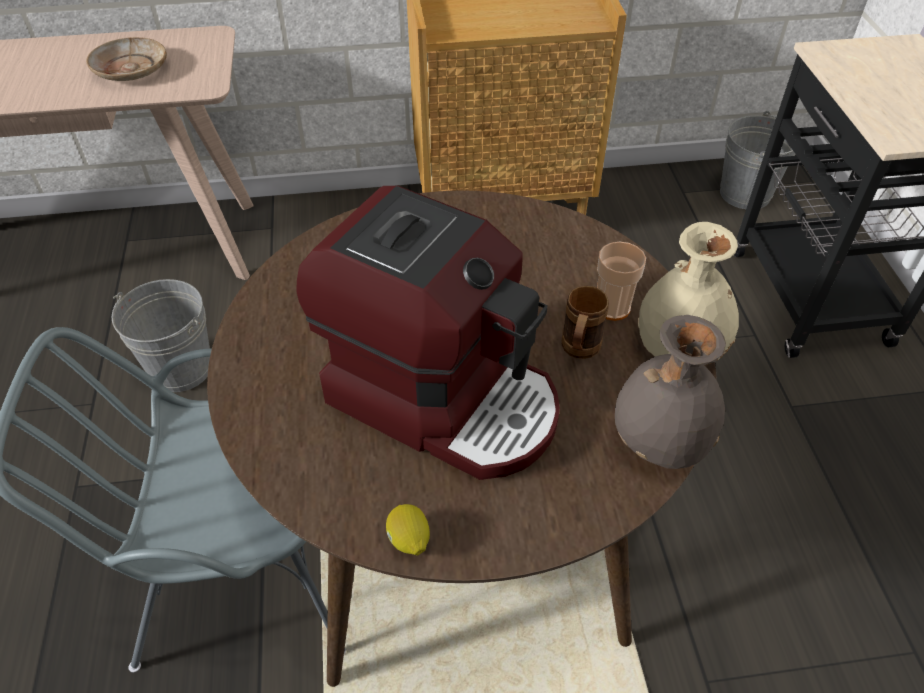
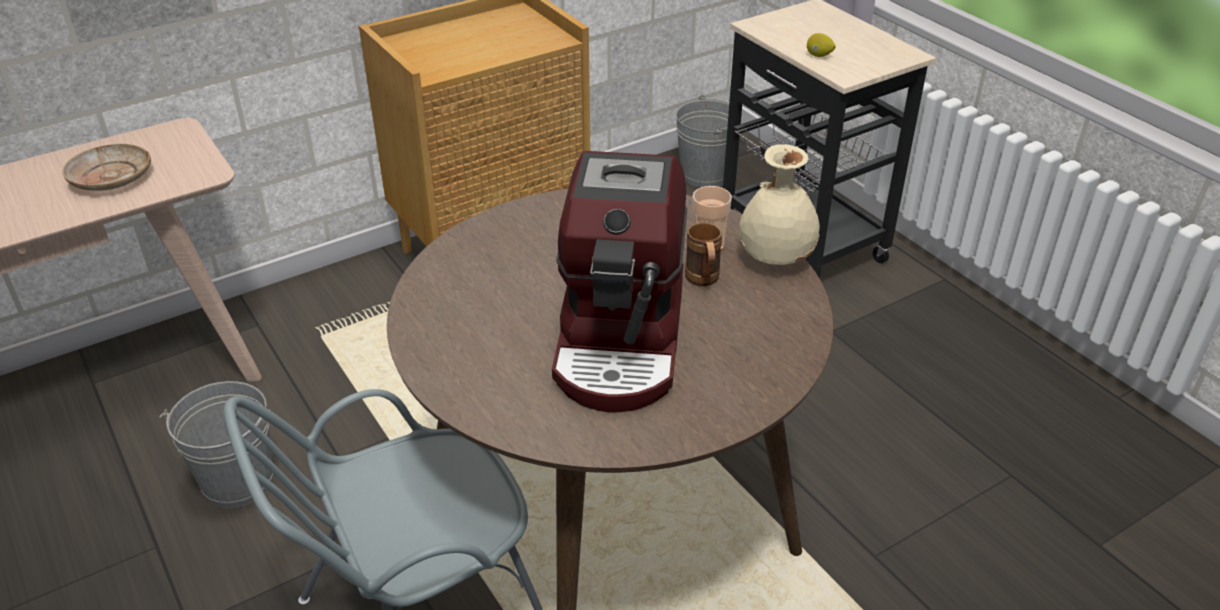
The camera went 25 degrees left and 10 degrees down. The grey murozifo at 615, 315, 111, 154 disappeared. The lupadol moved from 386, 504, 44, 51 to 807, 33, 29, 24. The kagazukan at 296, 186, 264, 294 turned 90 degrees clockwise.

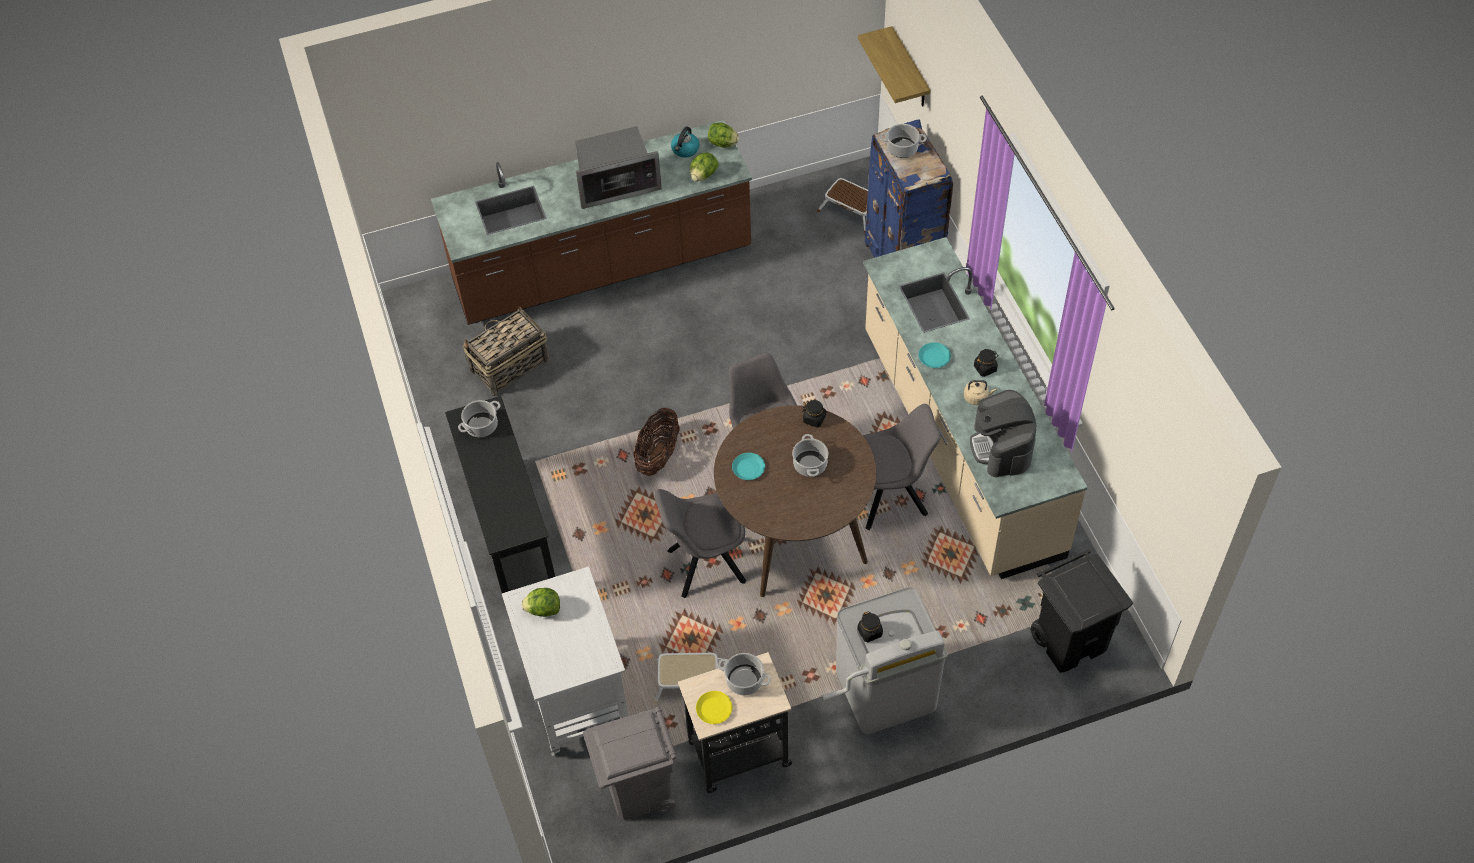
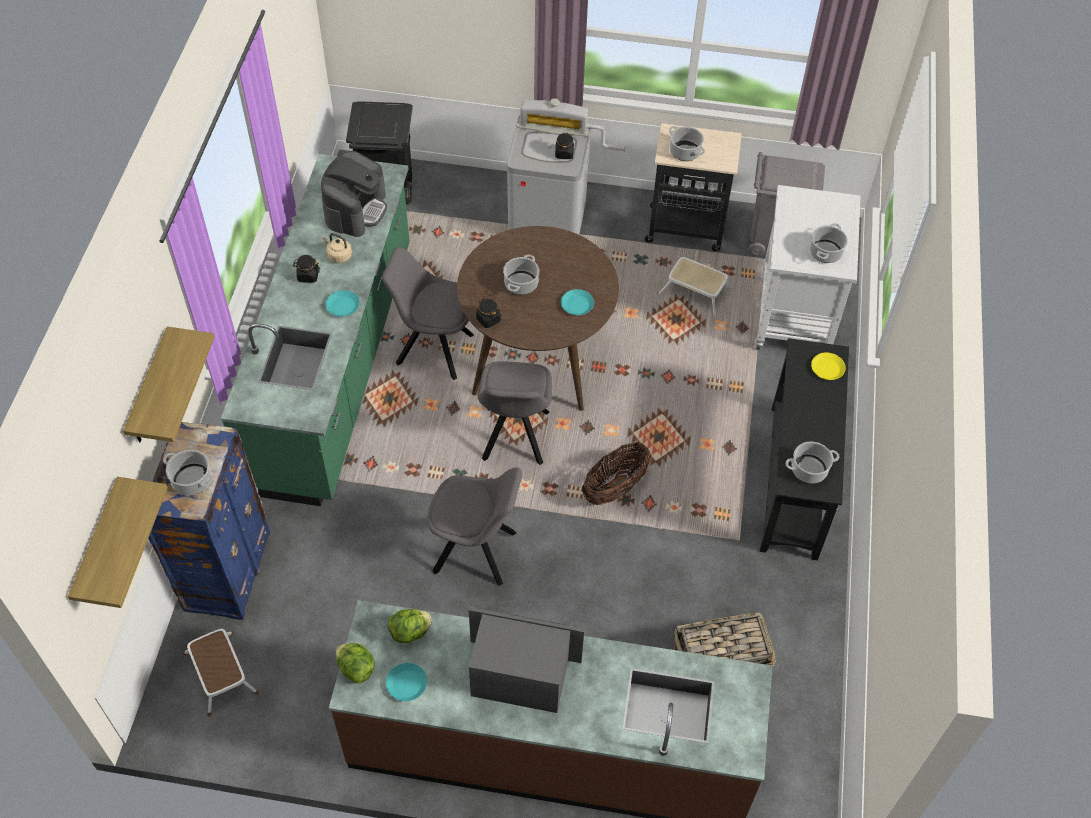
The camera went 155 degrees left and 0 degrees up. The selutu at 123, 327, 92, 115 appeared. The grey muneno moved from 654, 489, 92, 109 to 427, 467, 95, 119. The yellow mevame moved from 696, 691, 36, 33 to 811, 353, 35, 27. The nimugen at 521, 588, 39, 29 was replaced by the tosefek at 810, 223, 38, 40. The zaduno at 671, 127, 28, 31 was replaced by the turquoise mevame at 386, 663, 41, 38. The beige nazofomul at 863, 237, 225, 342 became the green nazofomul at 221, 154, 189, 352.

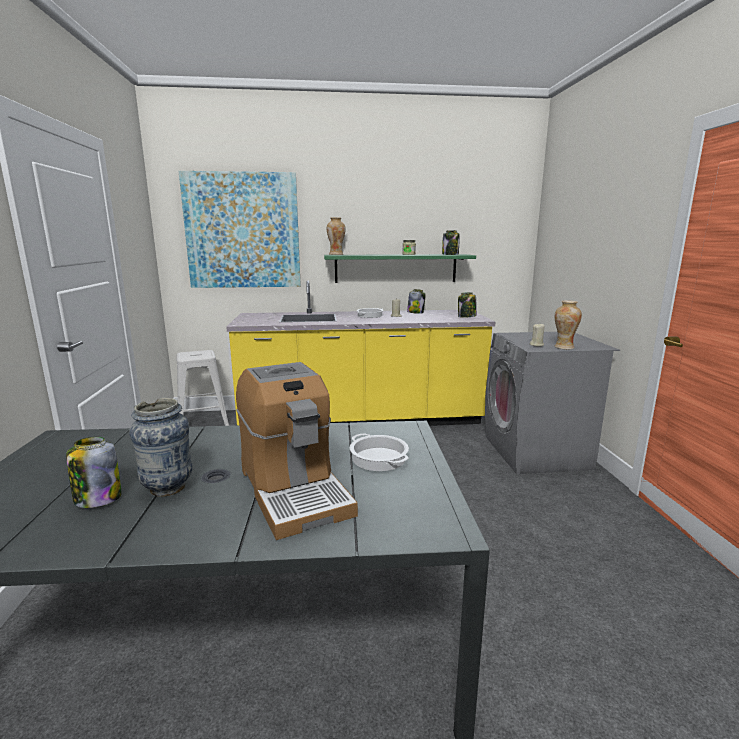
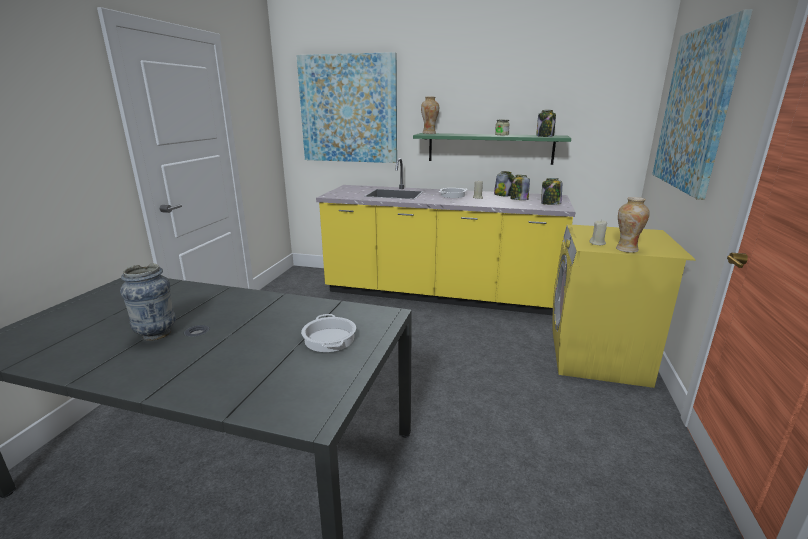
The camera went 20 degrees right and 5 degrees up. The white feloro at 177, 350, 52, 76 disappeared. The kagazukan at 236, 362, 122, 178 disappeared. The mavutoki at 652, 9, 101, 191 appeared. The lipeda moved from 66, 437, 56, 71 to 510, 175, 20, 25. The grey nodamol at 485, 332, 135, 142 became the yellow nodamol at 552, 224, 144, 164.

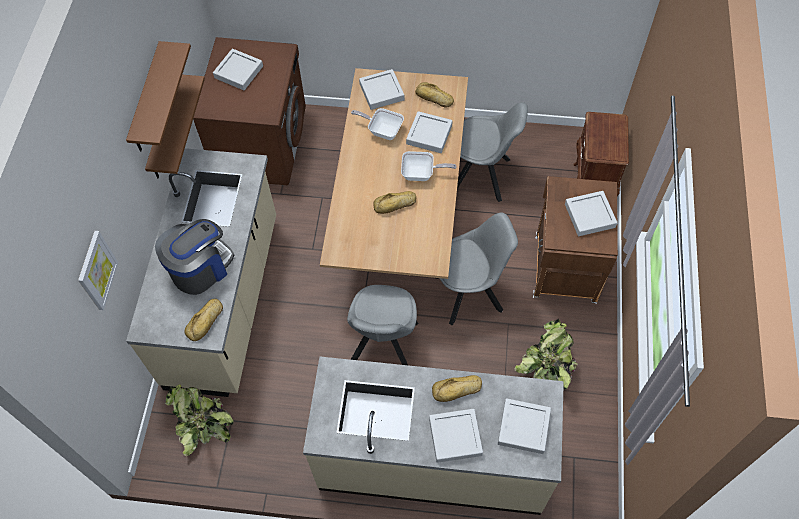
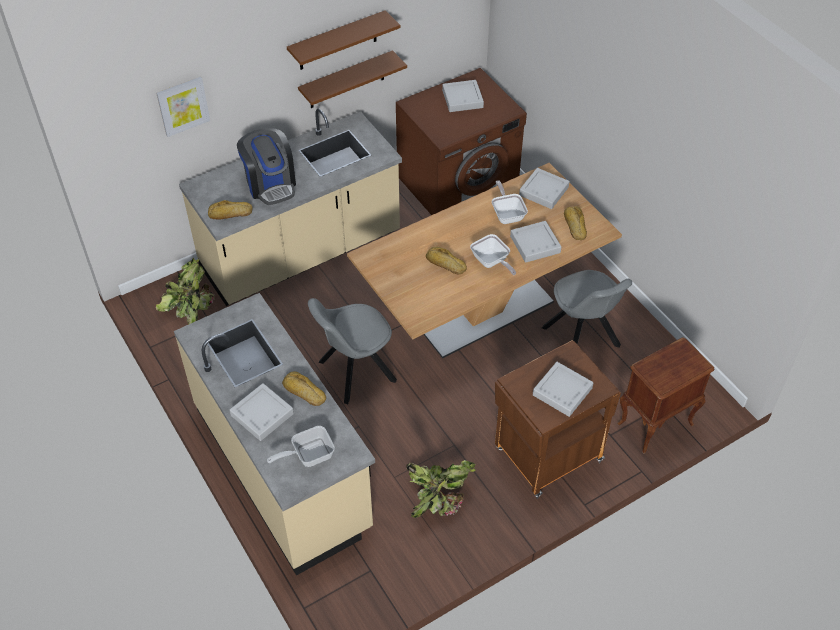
The camera went 50 degrees right and 10 degrees down. The grey muneno at 436, 212, 82, 114 disappeared. The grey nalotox at 498, 398, 53, 56 was replaced by the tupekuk at 267, 426, 68, 41. The kagazukan at 155, 219, 79, 76 turned 60 degrees clockwise.

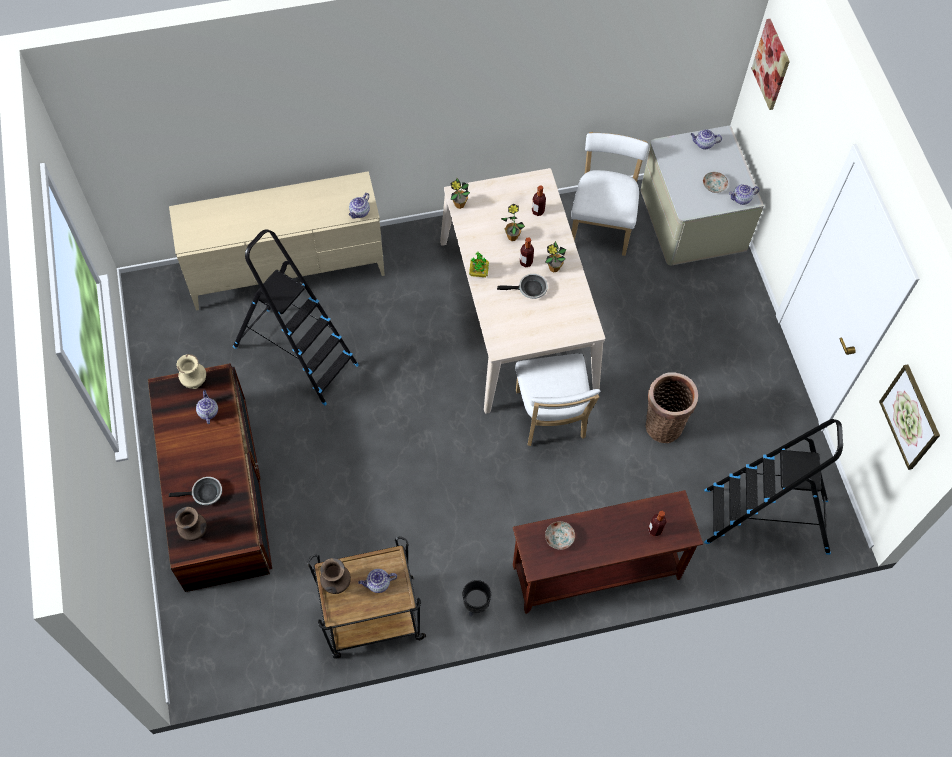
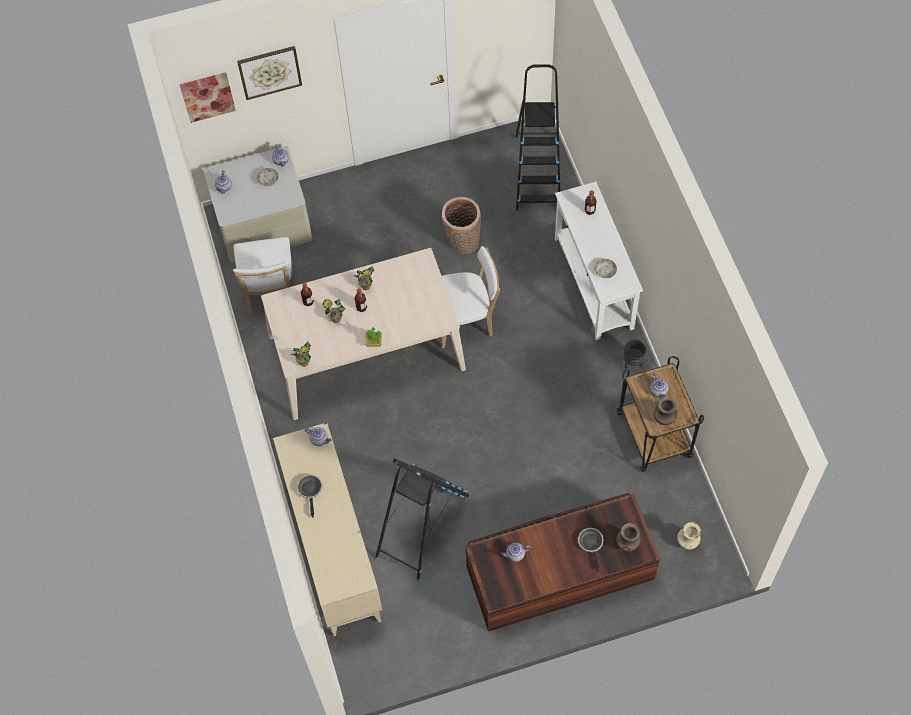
The camera went 90 degrees left and 0 degrees up. The beige murozifo moved from 177, 354, 29, 35 to 677, 522, 24, 28. The tupekuk moved from 497, 274, 51, 25 to 297, 474, 26, 44. The mavutoki moved from 879, 364, 61, 106 to 237, 46, 65, 54. The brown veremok at 513, 490, 190, 124 became the white veremok at 555, 182, 88, 158. The white muneno at 571, 132, 78, 124 turned 105 degrees counterclockwise.

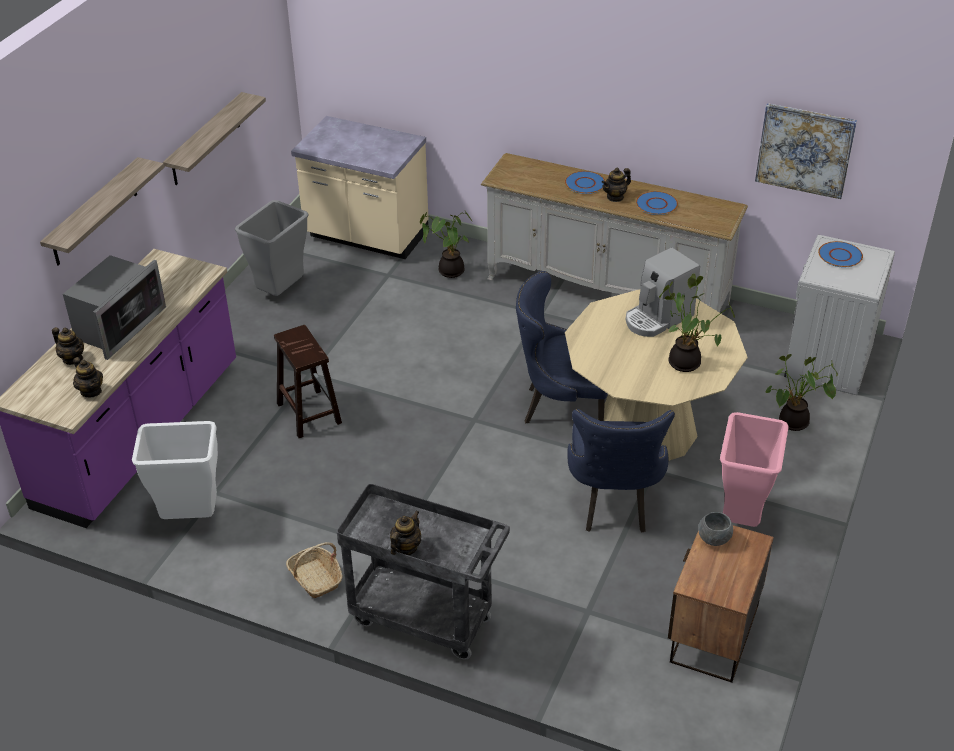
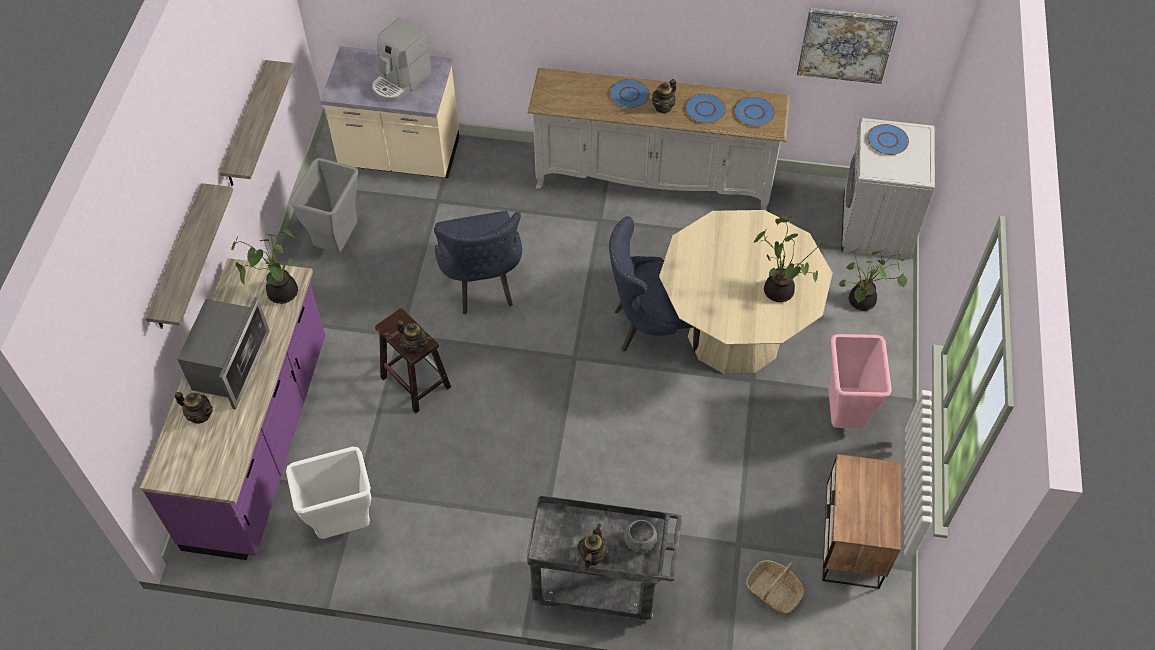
The camera went 15 degrees left and 15 degrees up. The blue mevame at 734, 96, 41, 31 appeared. The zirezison moved from 73, 357, 30, 40 to 397, 320, 31, 33. The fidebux moved from 286, 542, 57, 56 to 746, 560, 58, 54. The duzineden moved from 420, 208, 52, 70 to 231, 226, 67, 78. The blue muneno moved from 568, 409, 107, 124 to 434, 211, 88, 103. The kagazukan moved from 626, 247, 74, 90 to 372, 17, 60, 85. The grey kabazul moved from 698, 512, 35, 34 to 624, 520, 33, 33.

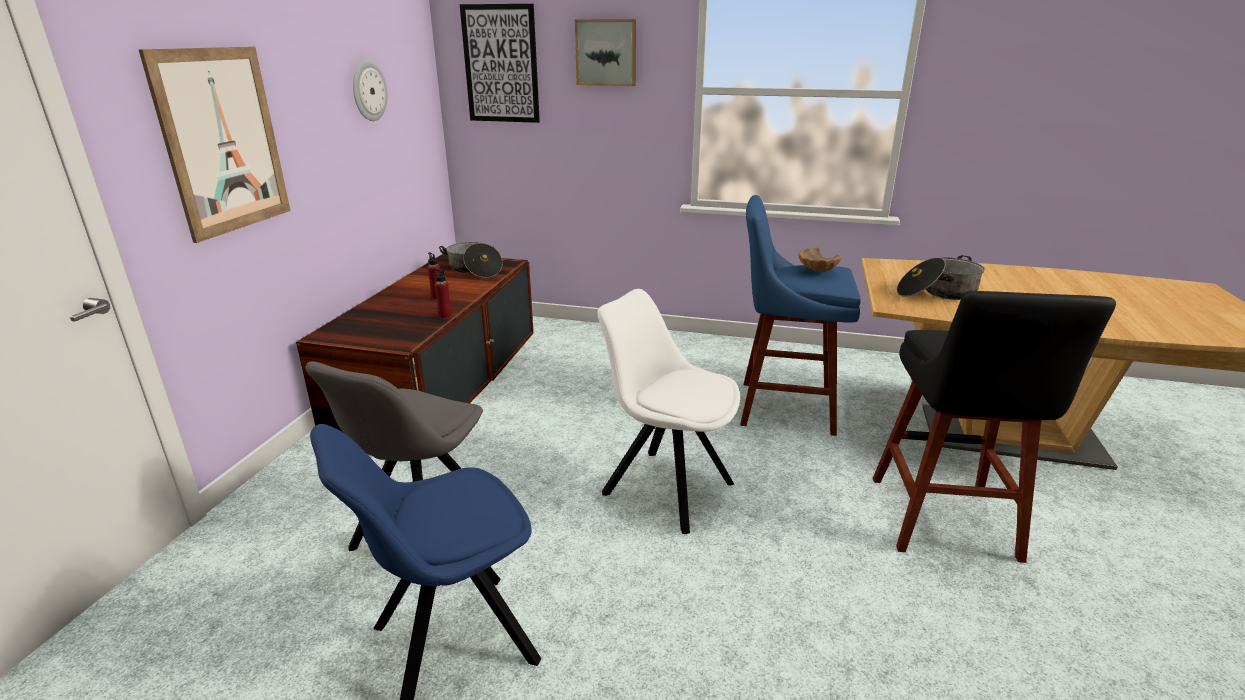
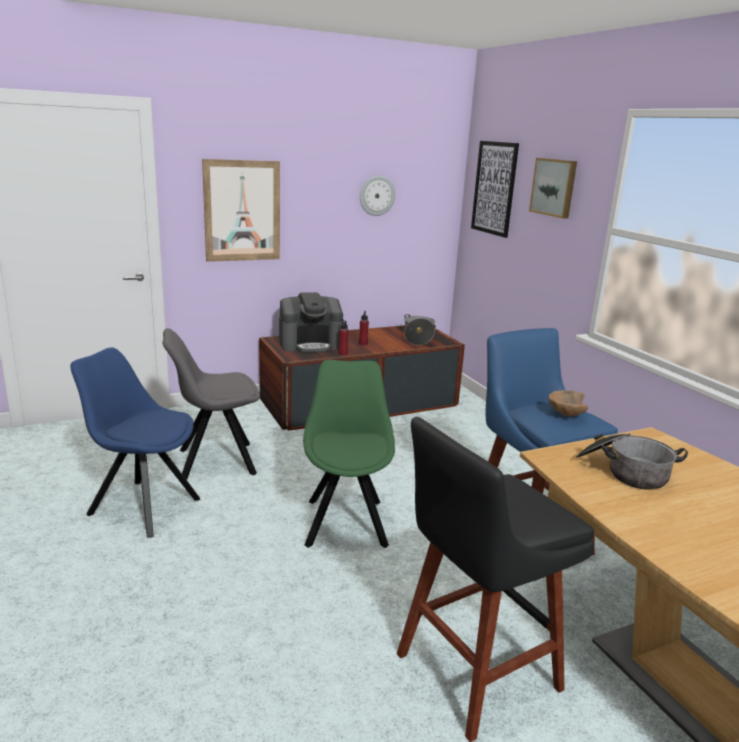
The camera went 50 degrees right and 5 degrees down. The kagazukan at 279, 292, 65, 61 appeared. The white muneno at 597, 289, 143, 245 became the green muneno at 303, 360, 92, 188.

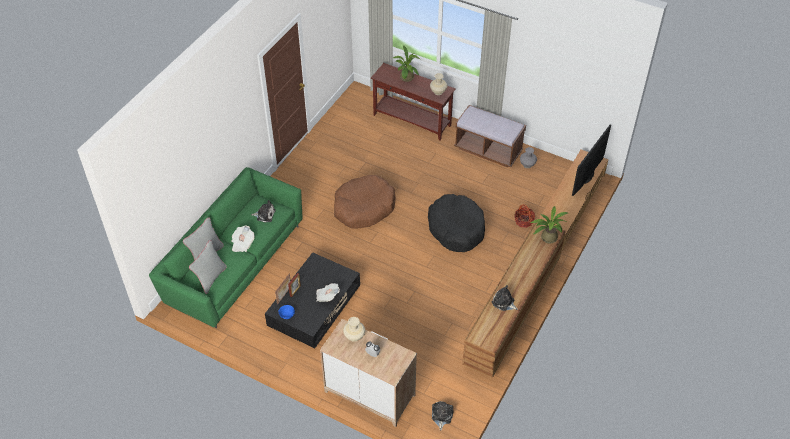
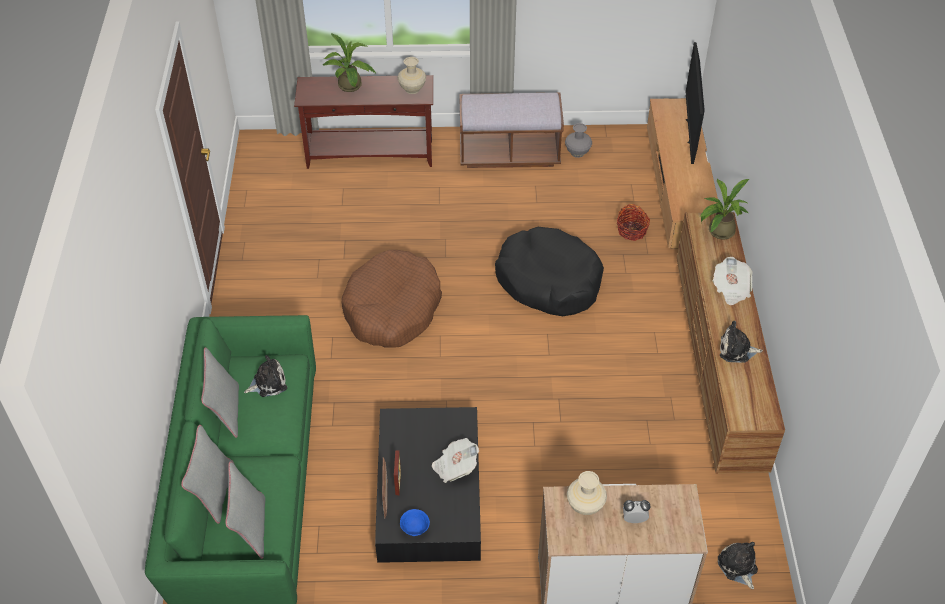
The camera went 30 degrees left and 0 degrees up. The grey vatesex at 201, 347, 38, 91 appeared. The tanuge moved from 231, 226, 24, 26 to 713, 257, 39, 48.

